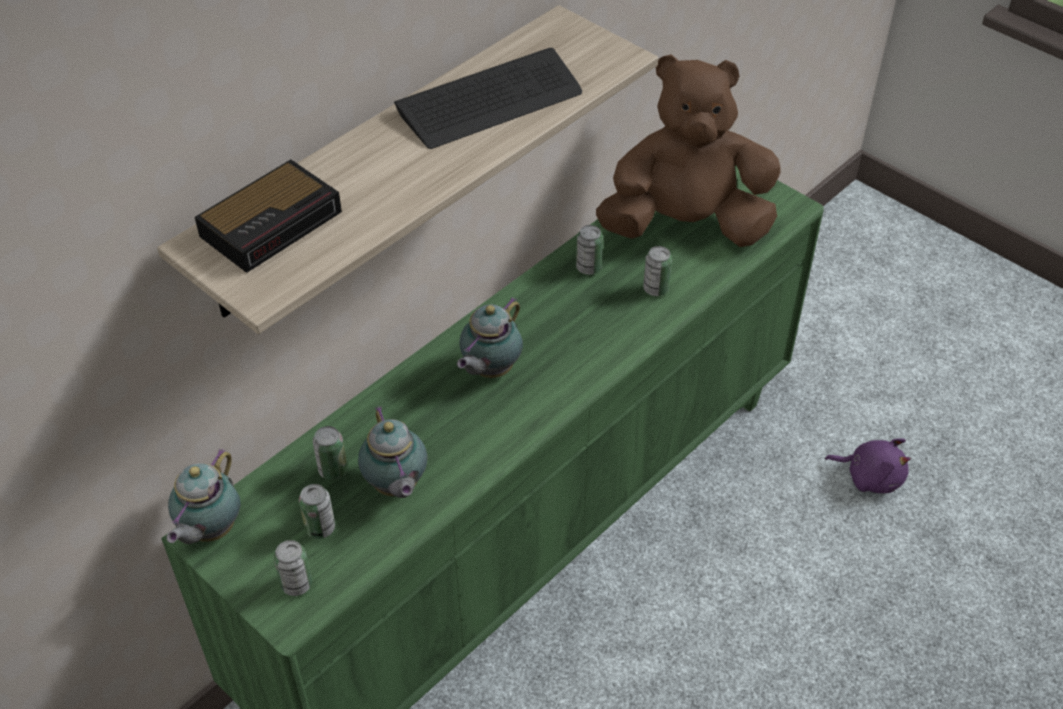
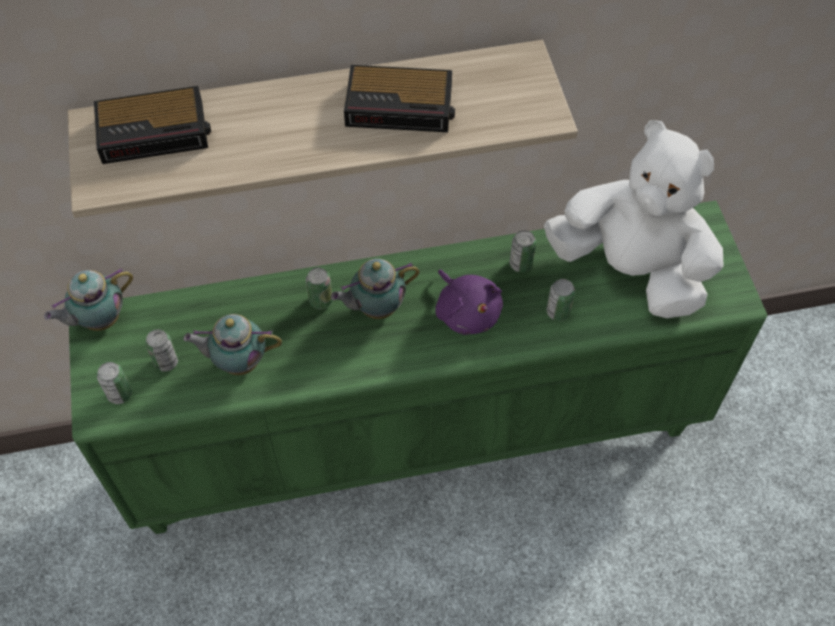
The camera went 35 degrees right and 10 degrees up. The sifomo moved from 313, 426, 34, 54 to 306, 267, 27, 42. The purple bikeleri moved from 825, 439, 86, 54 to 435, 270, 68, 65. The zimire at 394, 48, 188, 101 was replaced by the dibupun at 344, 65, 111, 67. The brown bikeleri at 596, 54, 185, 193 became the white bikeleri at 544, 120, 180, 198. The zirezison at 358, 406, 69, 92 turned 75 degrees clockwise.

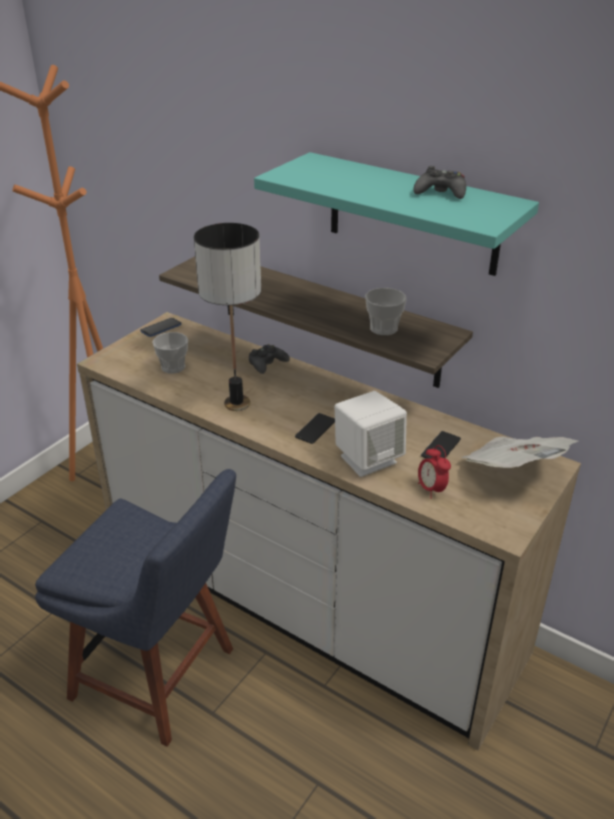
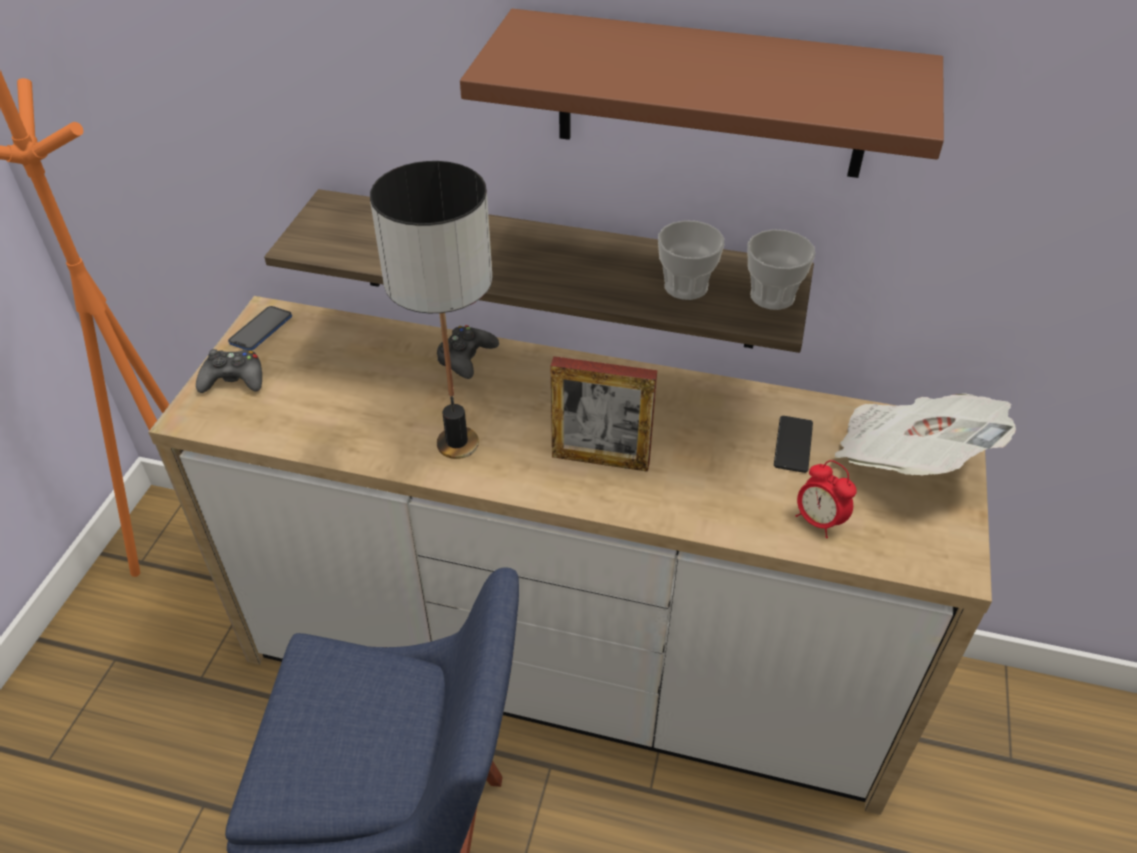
The camera went 20 degrees left and 10 degrees up. The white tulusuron at 335, 391, 72, 86 disappeared. The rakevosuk moved from 152, 332, 36, 42 to 747, 229, 68, 81. The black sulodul moved from 413, 166, 53, 33 to 196, 349, 66, 44. The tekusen at 295, 413, 40, 31 was replaced by the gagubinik at 551, 356, 106, 116. The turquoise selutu at 254, 152, 285, 124 became the brown selutu at 460, 9, 484, 169.

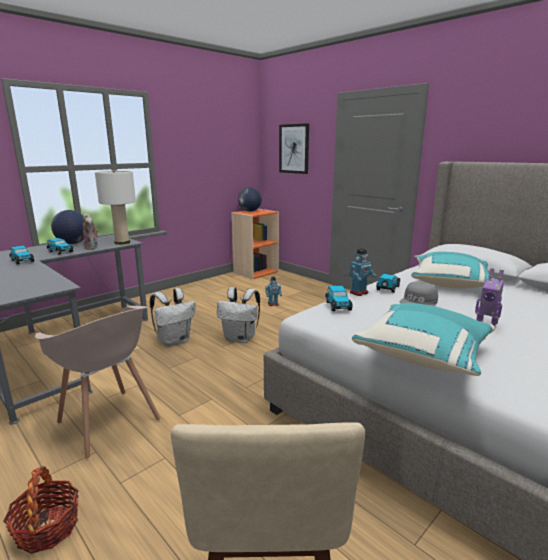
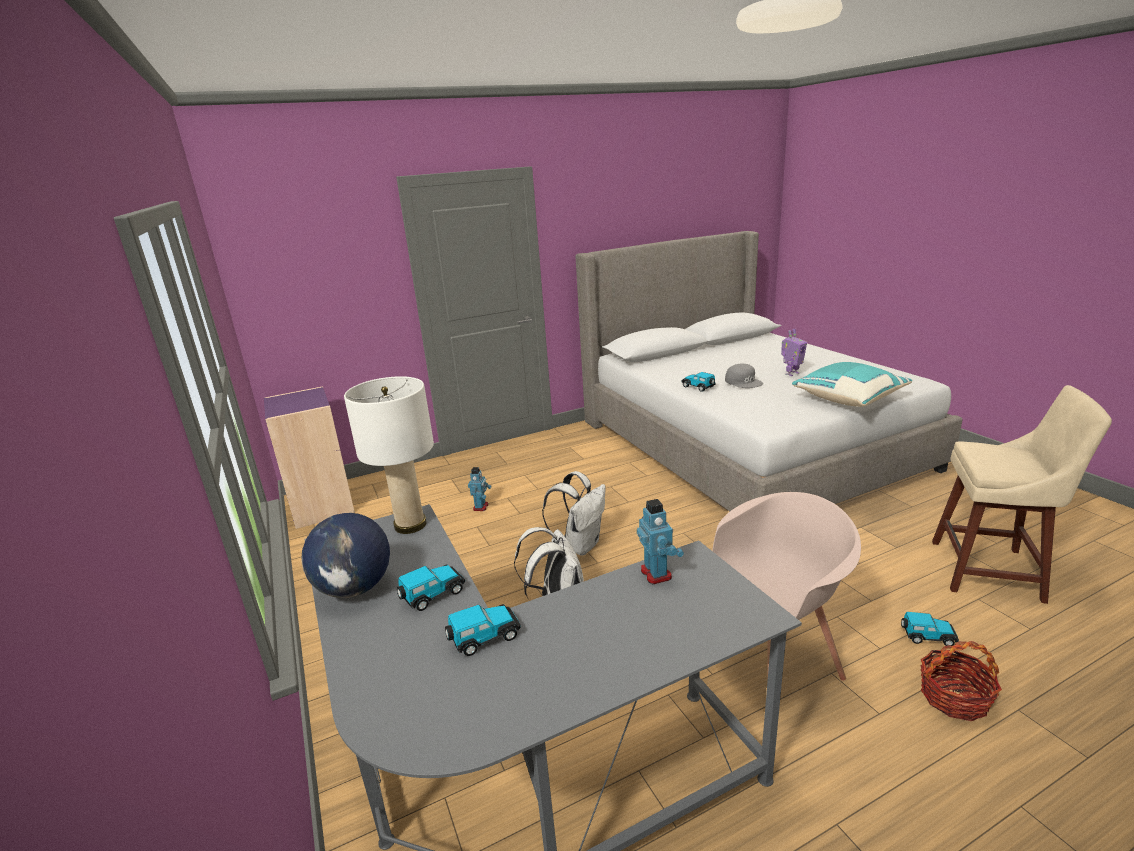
The camera went 70 degrees left and 5 degrees up. The bikeleri at 83, 213, 16, 37 disappeared. The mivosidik at 238, 187, 24, 24 disappeared. The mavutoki at 279, 123, 30, 51 disappeared. The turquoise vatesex at 411, 252, 84, 36 disappeared. The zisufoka moved from 325, 286, 28, 25 to 901, 612, 58, 34. The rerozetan moved from 349, 249, 28, 47 to 637, 499, 47, 85. The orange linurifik at 231, 209, 48, 70 became the purple linurifik at 264, 386, 91, 143.

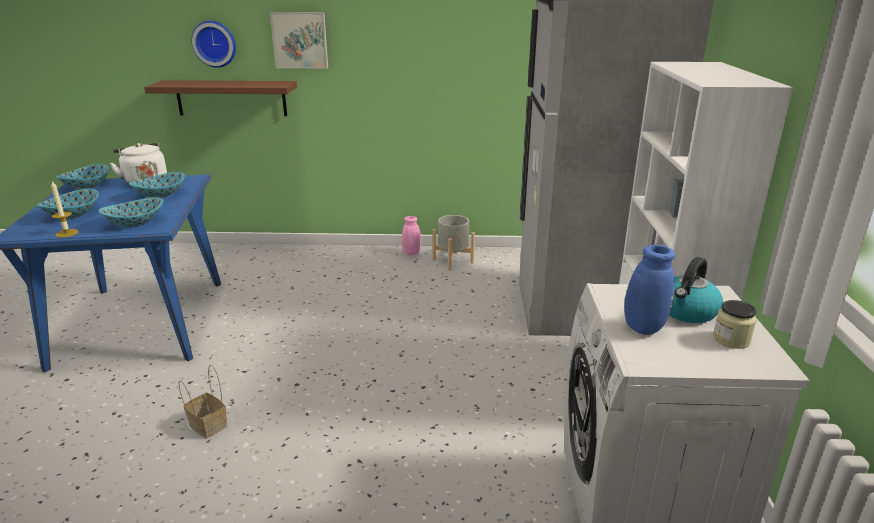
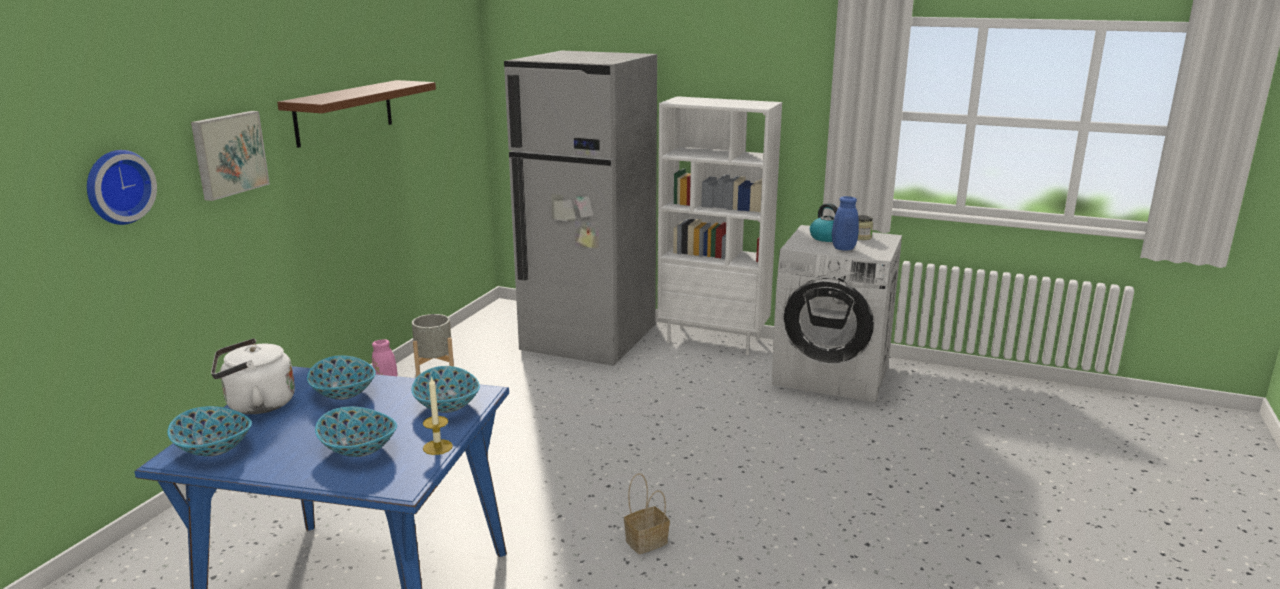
The camera went 70 degrees left and 5 degrees down. The brown selutu moved from 144, 80, 153, 36 to 277, 80, 159, 68.

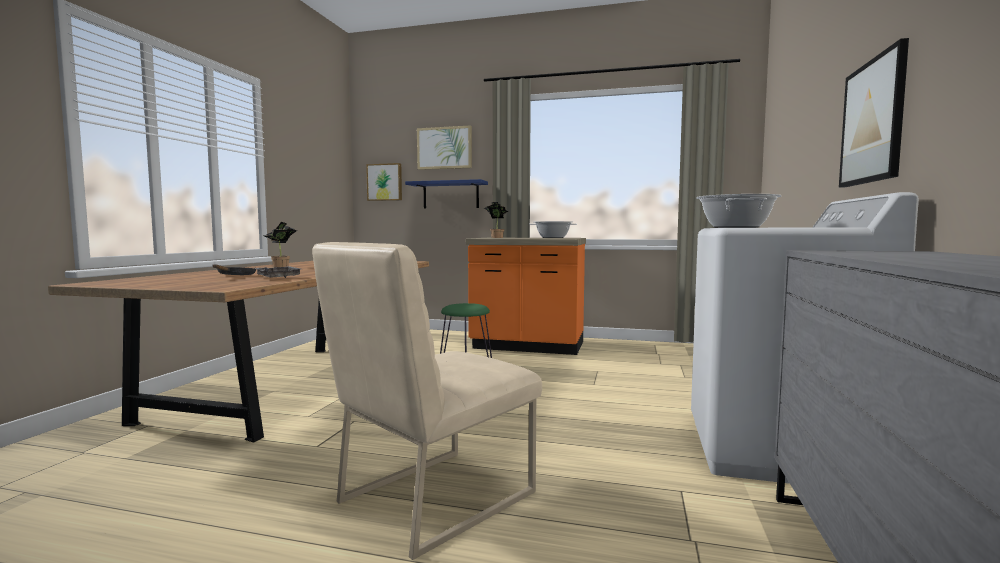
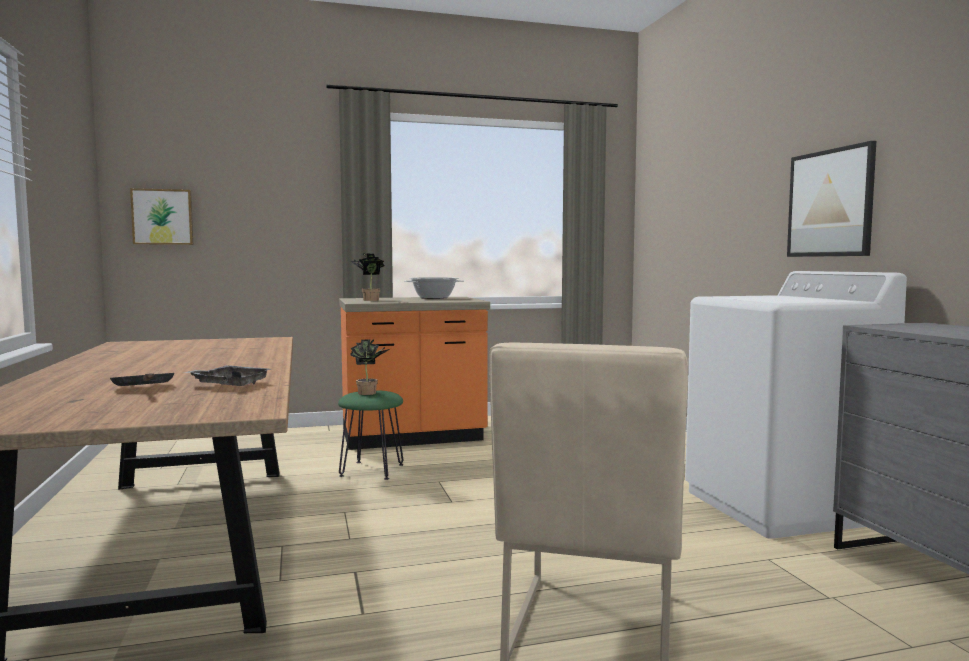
The camera went 30 degrees left and 0 degrees up. The blue selutu at 405, 179, 83, 30 disappeared. The mavutoki at 417, 125, 55, 45 disappeared. The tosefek at 696, 194, 85, 34 disappeared. The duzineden moved from 265, 222, 32, 46 to 350, 339, 39, 56.

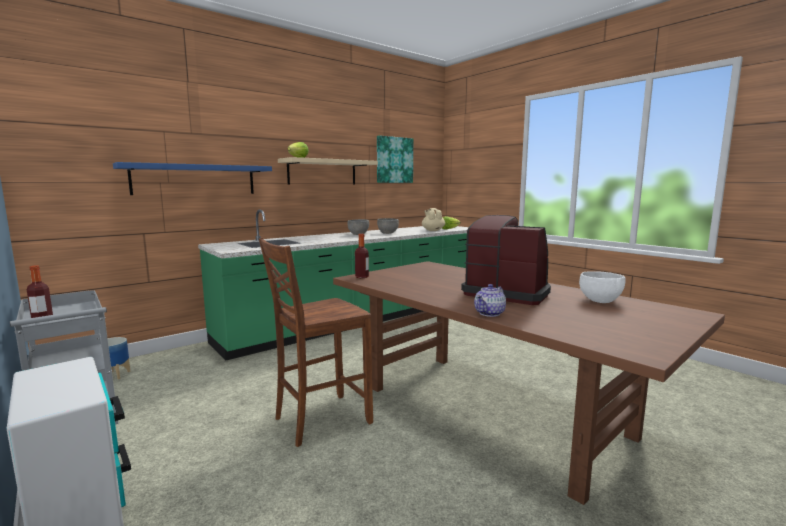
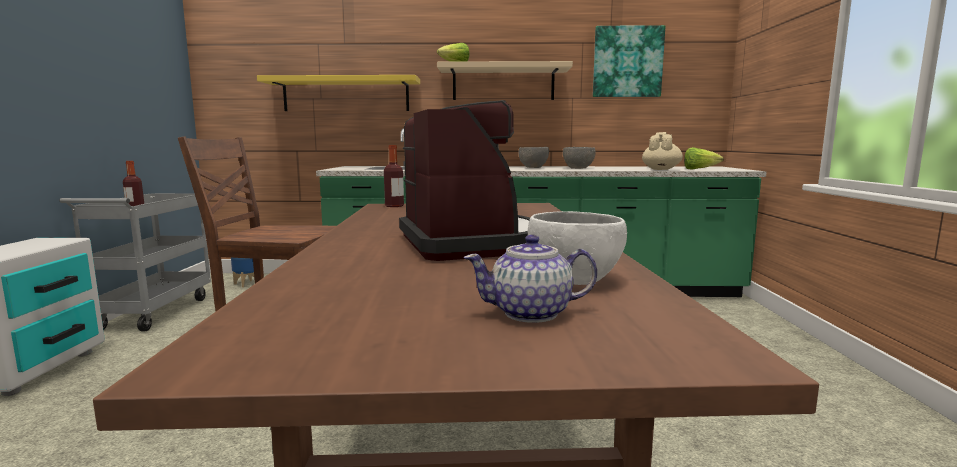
The camera went 40 degrees right and 0 degrees up. The zirezison moved from 474, 284, 32, 33 to 463, 235, 134, 88. The blue selutu at 113, 162, 159, 33 became the yellow selutu at 257, 75, 163, 36.

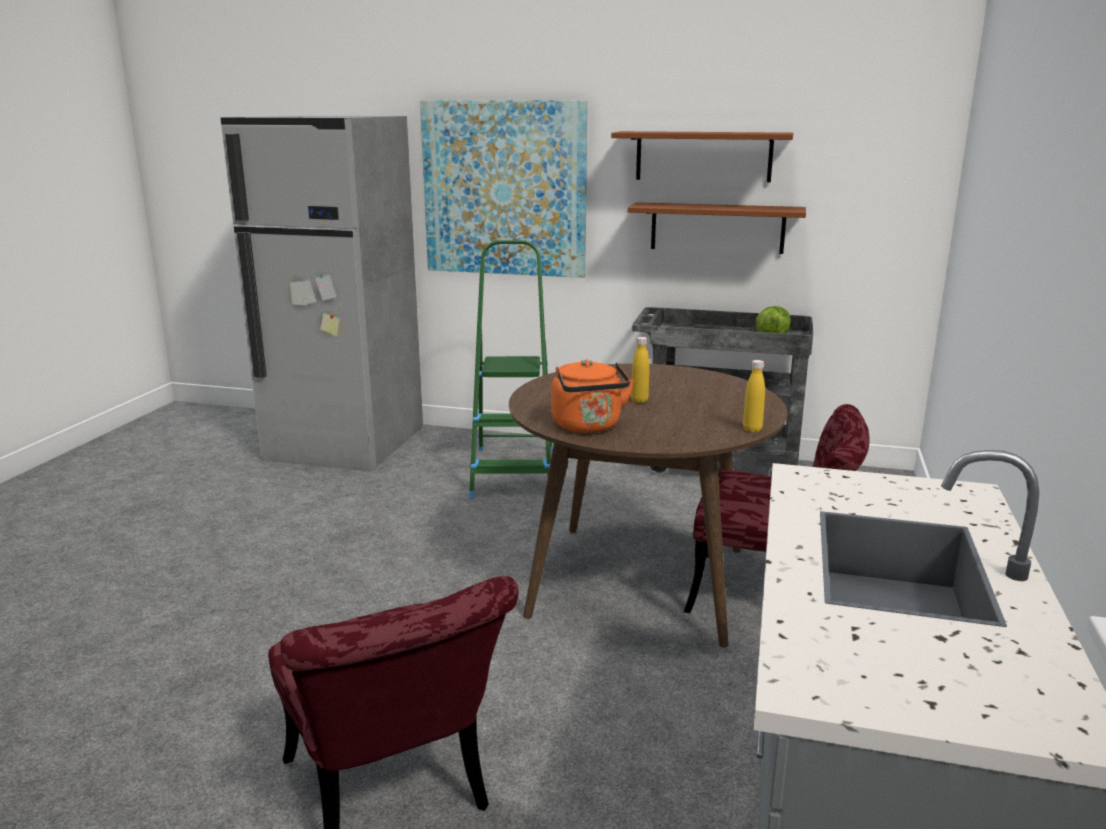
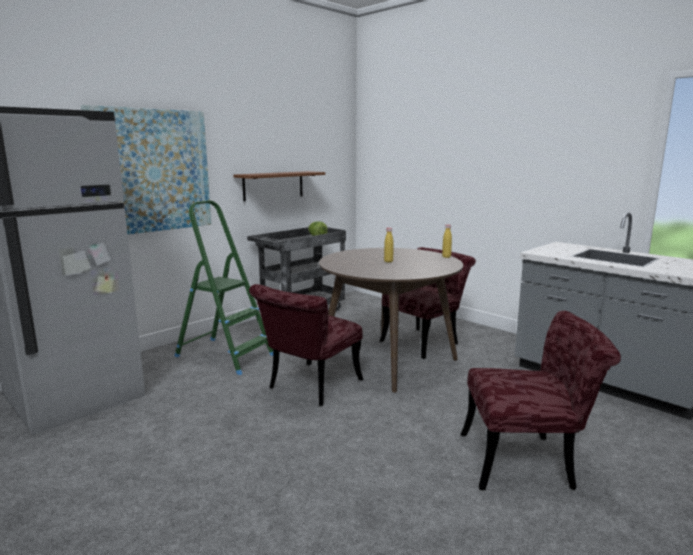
The camera went 60 degrees left and 5 degrees down. The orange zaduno at 551, 359, 83, 74 disappeared. The brown selutu at 611, 131, 182, 51 disappeared. The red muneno at 249, 284, 115, 122 appeared.

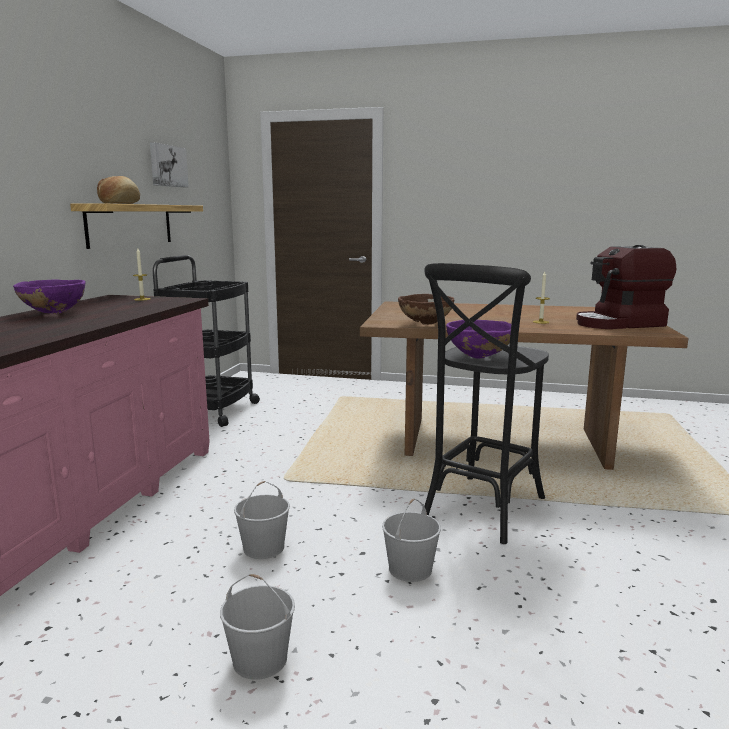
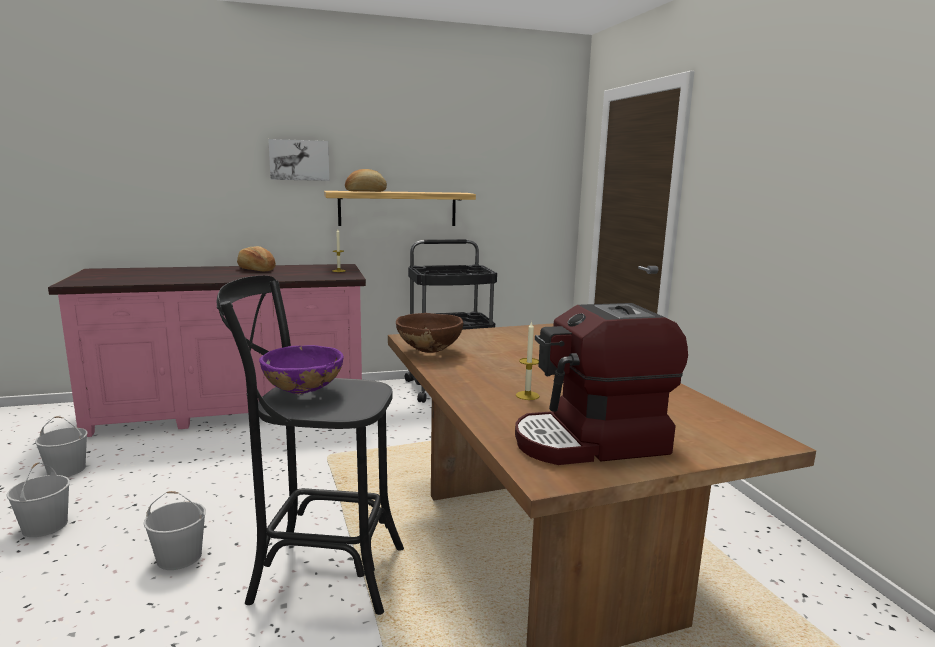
The camera went 60 degrees right and 0 degrees up. The mavutoki moved from 150, 142, 39, 45 to 268, 139, 61, 42. The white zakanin moved from 234, 481, 56, 78 to 35, 416, 53, 61. The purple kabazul at 13, 280, 73, 34 was replaced by the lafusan at 237, 246, 39, 25. The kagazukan at 576, 245, 100, 84 turned 60 degrees counterclockwise.

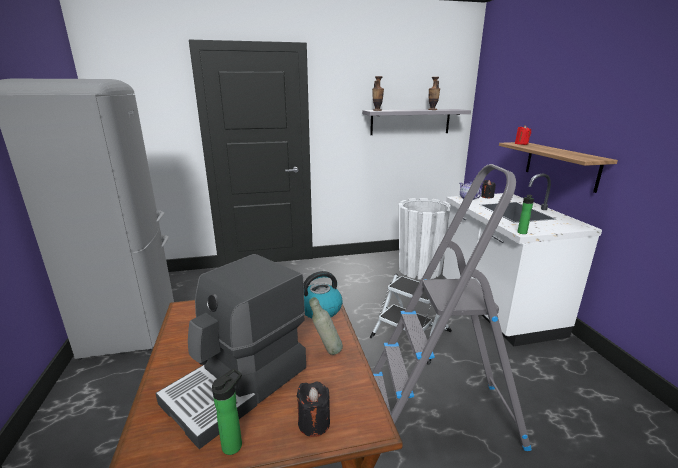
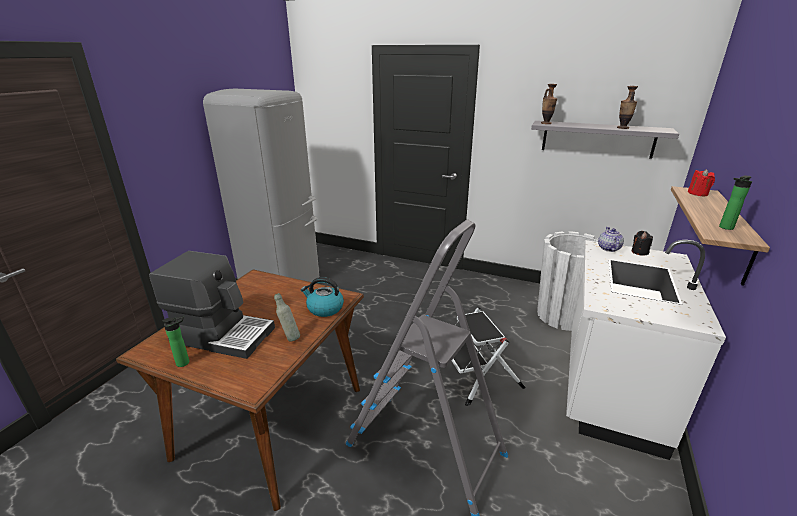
The camera went 35 degrees right and 5 degrees up. The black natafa at 297, 382, 33, 55 disappeared. The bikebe moved from 517, 195, 17, 39 to 719, 176, 33, 54. The kagazukan at 156, 254, 150, 195 turned 150 degrees counterclockwise.

